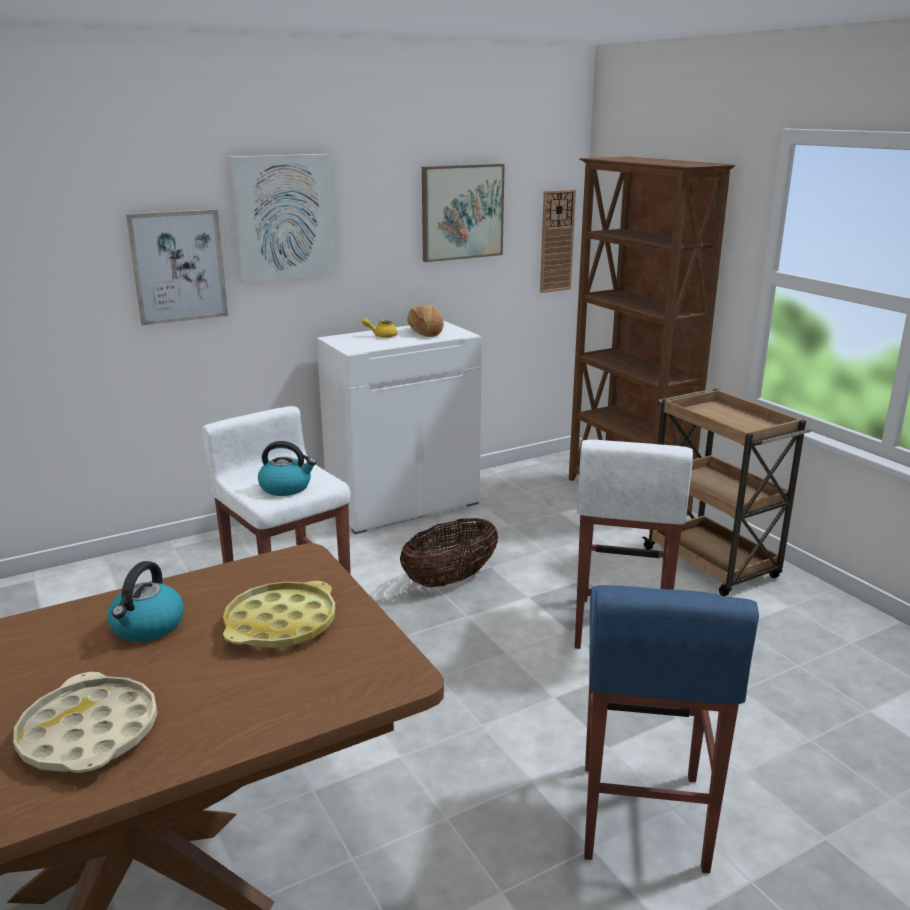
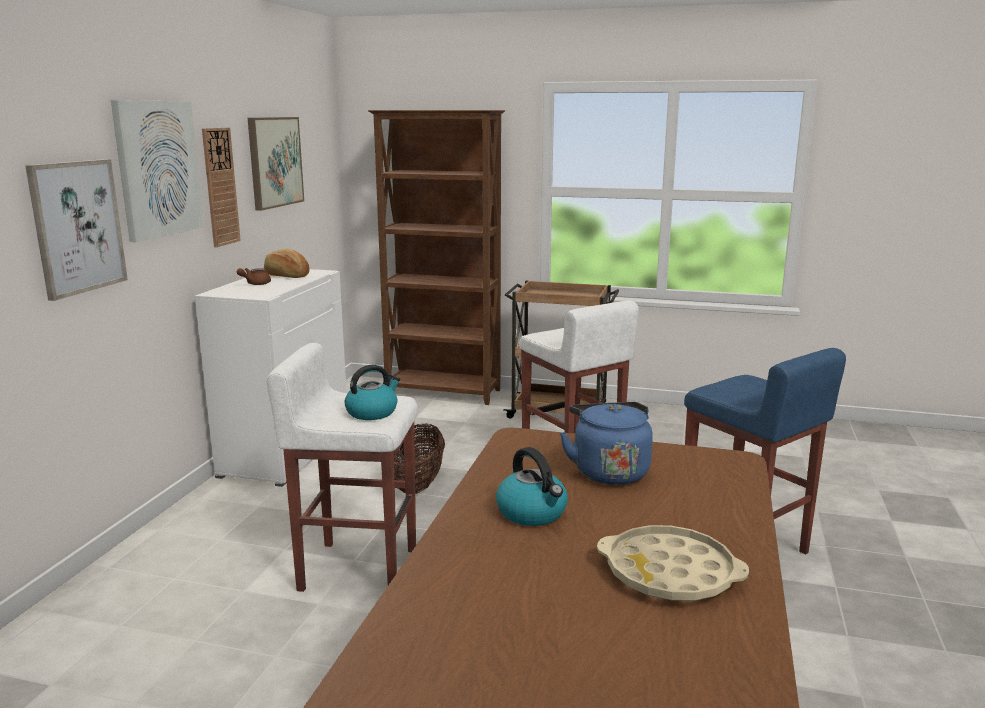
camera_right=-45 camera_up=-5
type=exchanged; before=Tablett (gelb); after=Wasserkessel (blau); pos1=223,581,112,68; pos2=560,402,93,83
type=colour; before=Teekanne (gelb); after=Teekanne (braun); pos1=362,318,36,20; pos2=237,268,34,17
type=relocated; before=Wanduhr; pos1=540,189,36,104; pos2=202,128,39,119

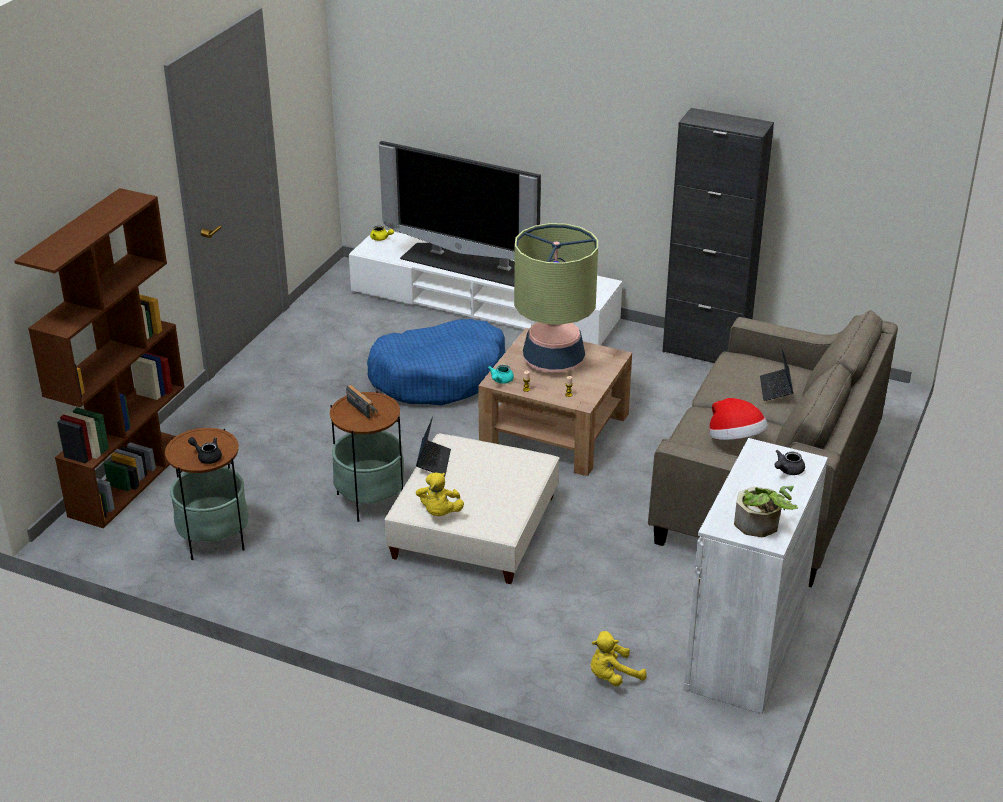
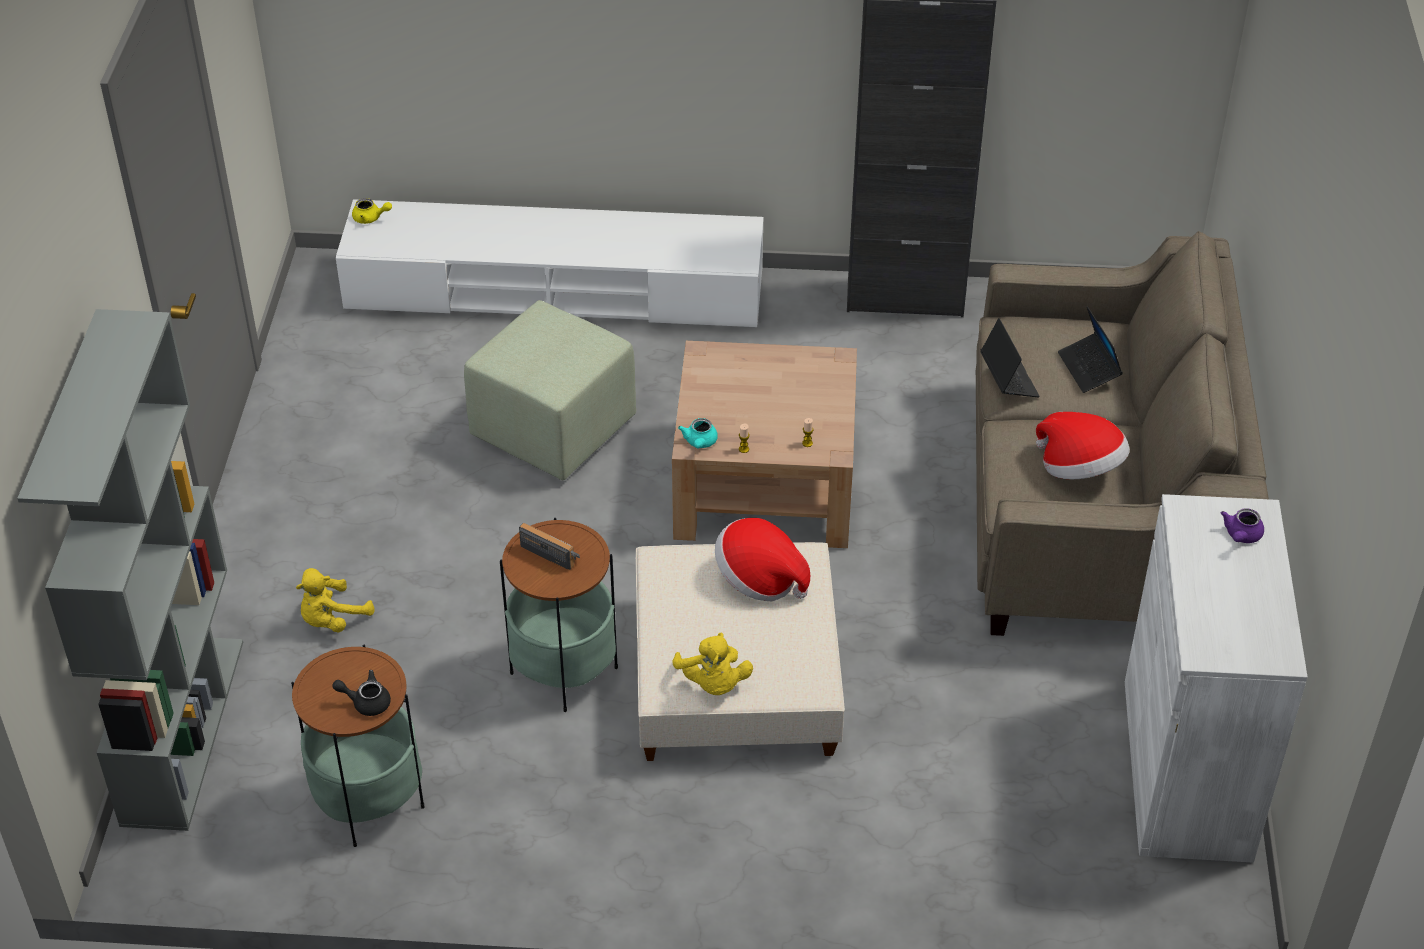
camera_right=-20 camera_up=10
type=colour; before=Bücherregal (braun); after=Bücherregal (grau); pos1=14,188,171,340; pos2=17,309,226,522
type=exchanged; before=Hundebett (blau); after=Polsterhocker (grün); pos1=367,319,138,86; pos2=464,300,172,180
type=missing; before=Fernseher; pos1=379,141,162,146
type=relocated; before=Laptop; pos1=416,417,35,58; pos2=980,318,60,79
type=missing; before=Tischlampe; pos1=514,223,84,150
type=relocated; before=Plüschtier (gelb); pos1=591,631,56,55; pos2=296,568,79,64
type=missing; before=Topfpflanze; pos1=734,486,64,51
type=colour; before=Teekanne (grau); after=Teekanne (lila); pos1=775,450,30,25; pos2=1221,508,43,35
type=appeared; after=Hut; pos2=715,518,95,84

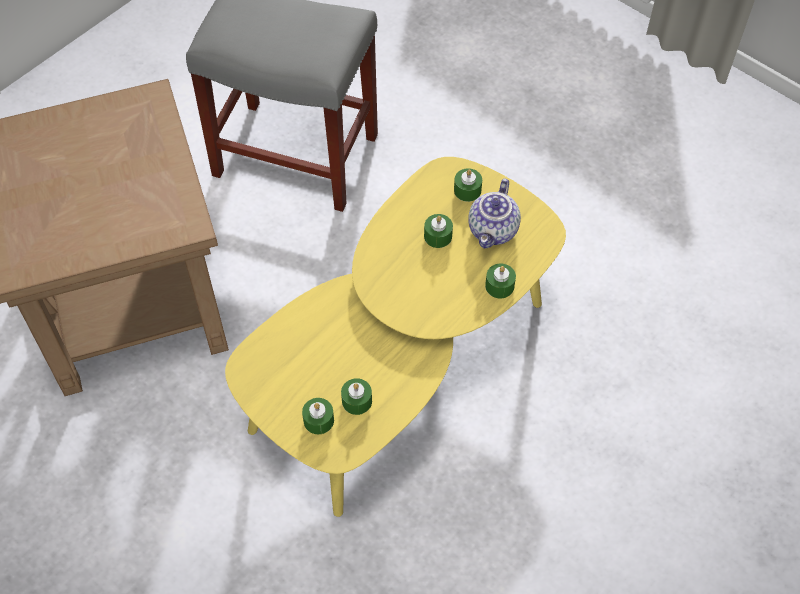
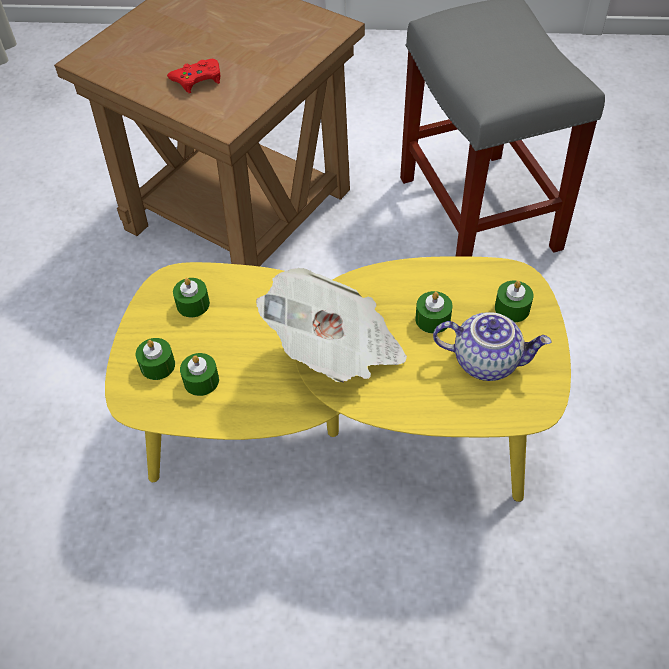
camera_right=55 camera_up=-5
type=spun; before=Teekanne; pos1=468,179,53,69; pos2=433,312,118,69; turn=-150
type=relocated; before=Kerze (grün); pos1=485,263,31,36; pos2=173,278,37,39
type=appeared; after=Gamepad (rot); pos2=167,59,53,34
type=appeared; after=Zeitung; pos2=256,268,151,115

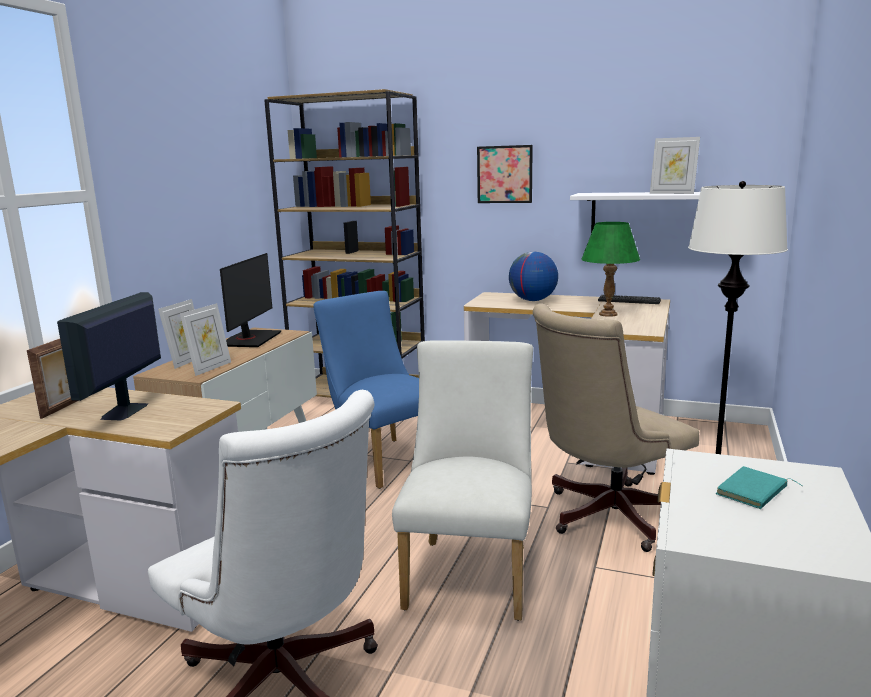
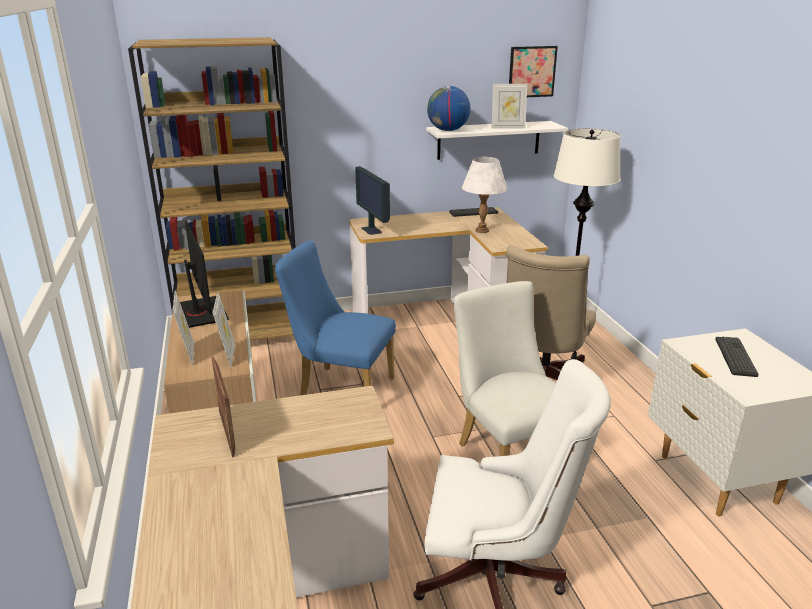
camera_right=-35 camera_up=10
type=relocated; before=Monitor; pos1=57,292,104,128; pos2=355,166,35,69
type=relocated; before=Bild; pos1=477,145,56,58; pos2=509,46,49,51
type=relocated; before=Globus; pos1=509,252,49,49; pos2=427,86,43,45
type=colour; before=Tischlampe (grün); after=Tischlampe (weiß); pos1=581,222,59,95; pos2=462,157,45,76
type=exchanged; before=Buch (türkis); after=Tastatur; pos1=716,466,86,43; pos2=715,336,44,41

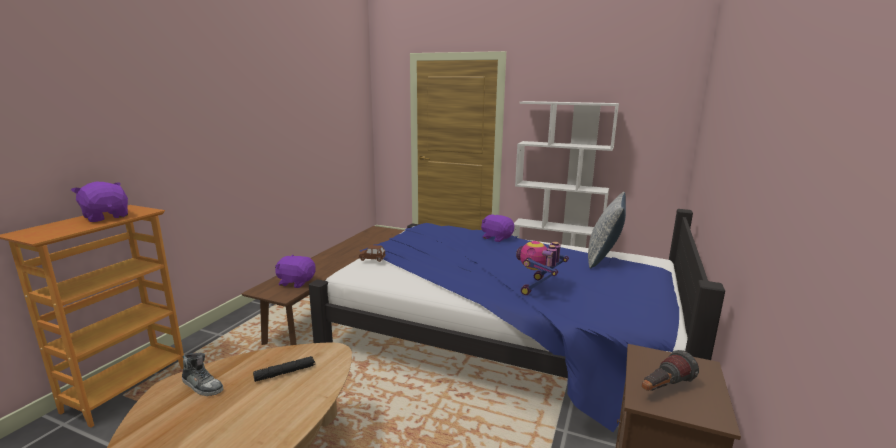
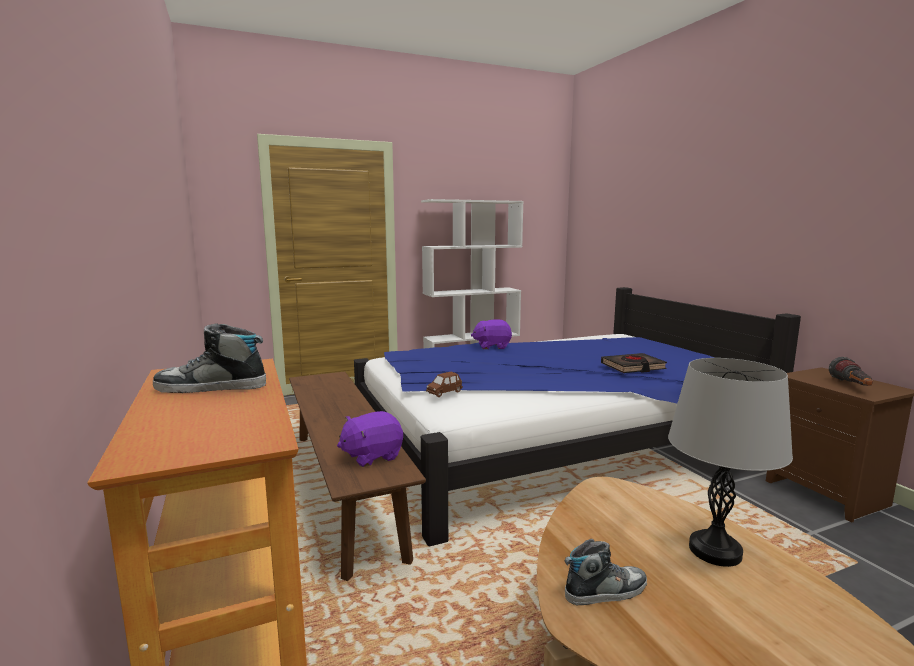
camera_right=-45 camera_up=-5
type=exchanged; before=Plüschtier (lila); after=Schuh; pos1=71,182,57,40; pos2=153,323,113,70
type=missing; before=Taschenlampe (schwarz); pos1=253,356,62,26
type=exchanged; before=Spielzeugroboter; after=Buch (schwarz); pos1=516,241,53,54; pos2=601,353,66,20
type=missing; before=Kissen; pos1=588,192,38,76
type=appeared; after=Tischlampe (grau); pos2=668,358,125,209

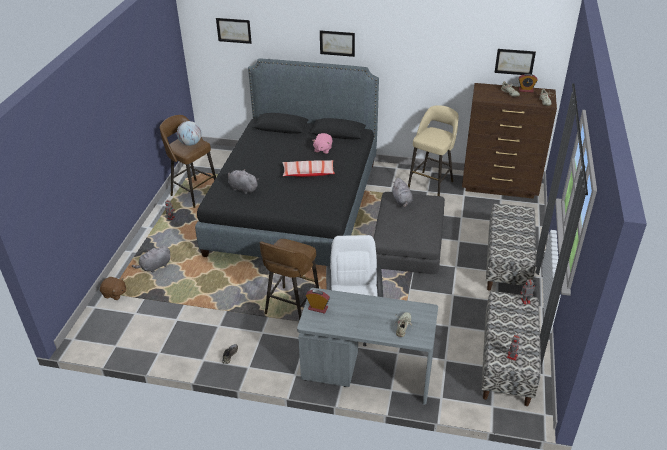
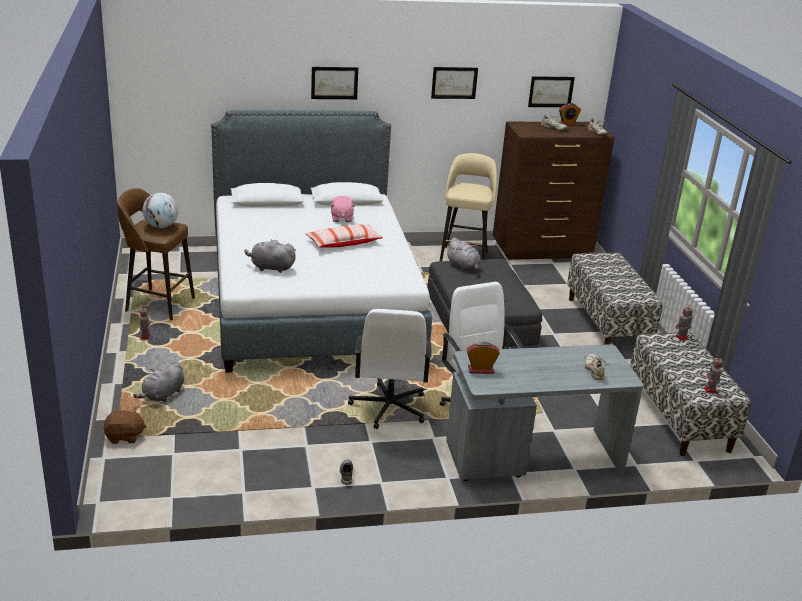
camera_right=-25 camera_up=-10
type=colour; before=Bett (schwarz); after=Bett (weiß); pos1=195,59,184,207; pos2=211,110,221,263
type=relocated; before=Bild; pos1=216,18,36,26; pos2=431,67,47,32
type=exchanged; before=Hocker (braun); after=Bürostuhl (weiß); pos1=260,239,59,81; pos2=348,309,84,120

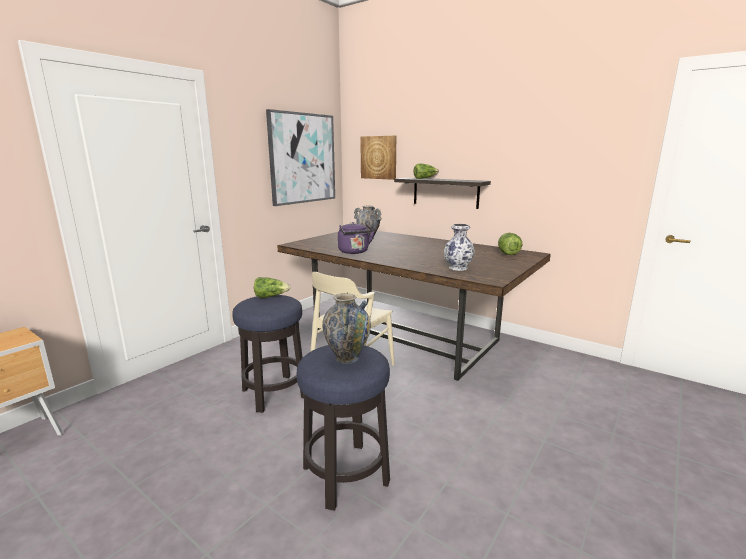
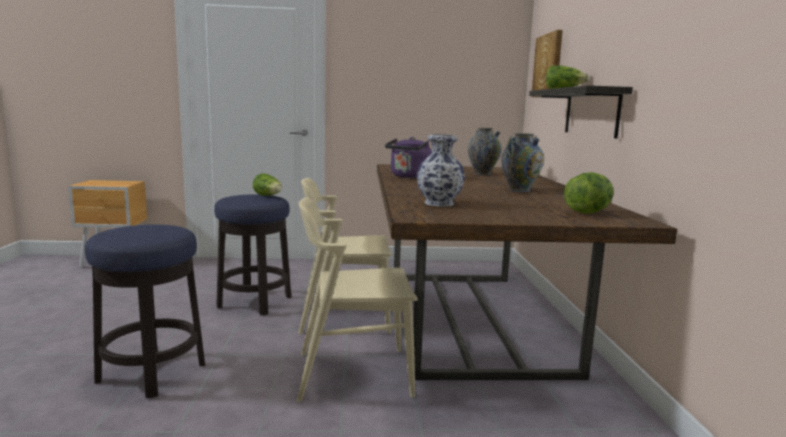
camera_right=50 camera_up=-5
type=missing; before=Bild; pos1=266,109,69,97
type=relocated; before=Vase; pos1=322,292,49,72; pos2=501,133,43,59
type=appeared; after=Stuhl (beige); pos2=297,198,120,204

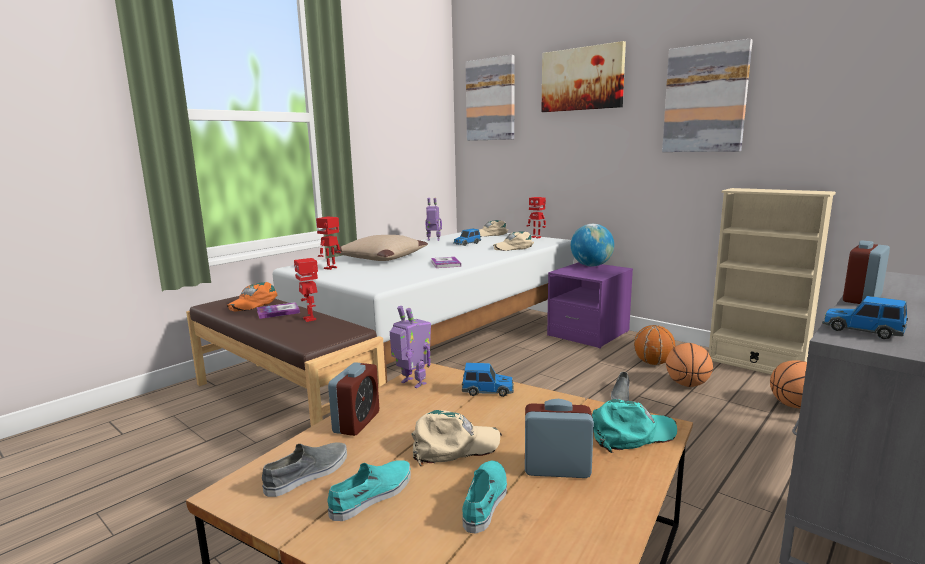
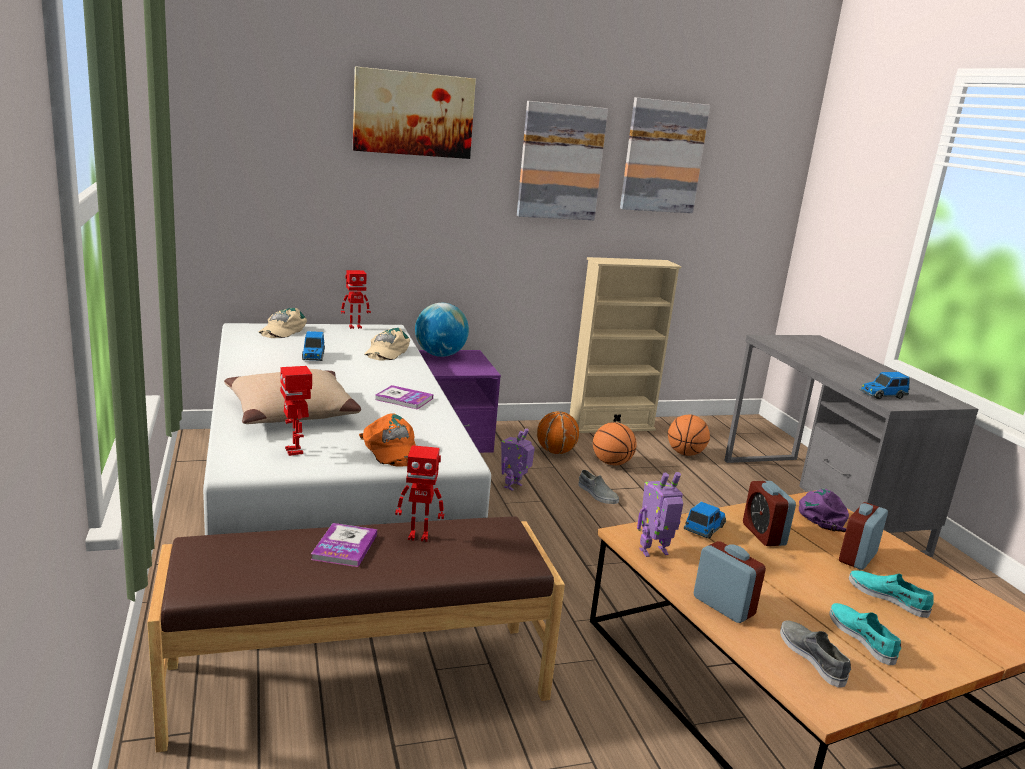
camera_right=-60 camera_up=5
type=relocated; before=Kappe (orange); pos1=227,282,50,29; pos2=359,413,57,54
type=missing; before=Kappe (beige); pos1=411,410,91,56
type=relocated; before=Spielzeugroboter; pos1=425,198,17,43; pos2=501,428,34,63
type=relocated; before=Bild; pos1=466,55,49,86; pos2=620,97,90,116
type=colour; before=Kappe (türkis); after=Kappe (lila); pos1=592,399,85,54; pos2=799,489,50,43
type=relocated; before=Wecker; pos1=843,240,47,64; pos2=743,481,53,65

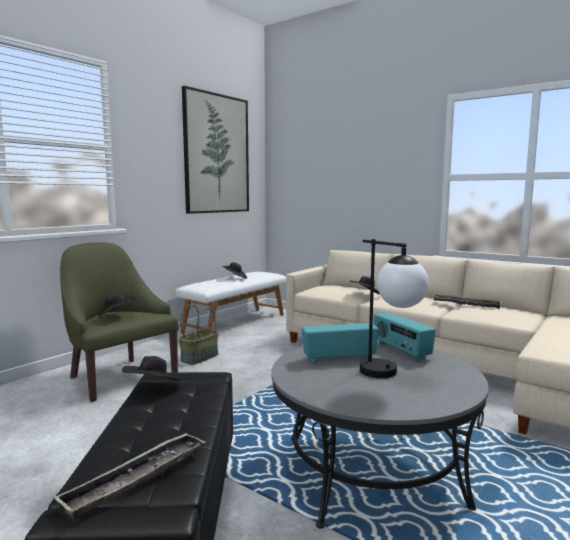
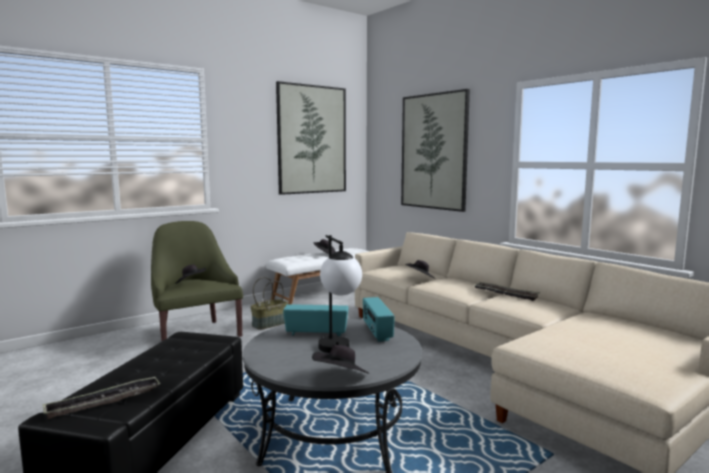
camera_right=15 camera_up=0
type=relocated; before=Hut (schwarz); pos1=122,356,60,25; pos2=312,345,58,29
type=appeared; after=Bild; pos2=401,89,69,123

